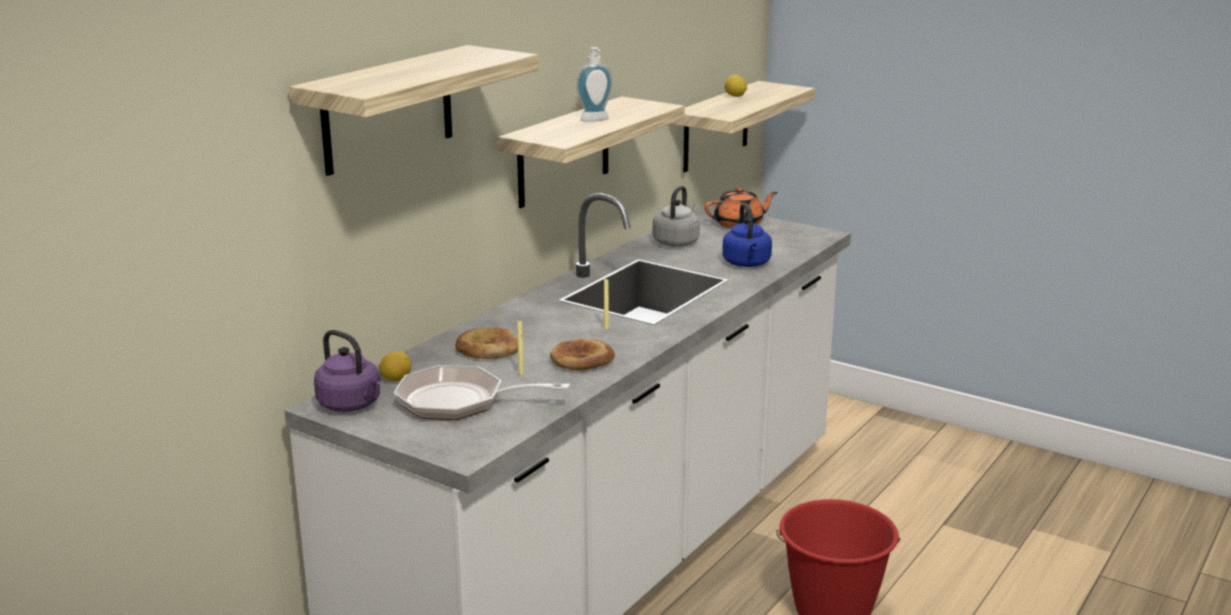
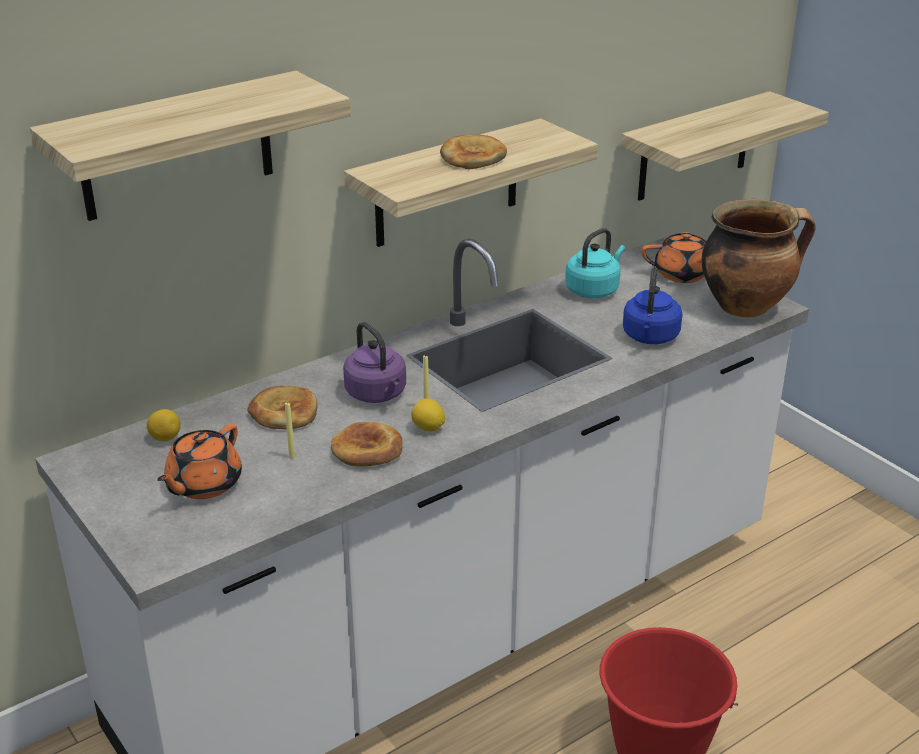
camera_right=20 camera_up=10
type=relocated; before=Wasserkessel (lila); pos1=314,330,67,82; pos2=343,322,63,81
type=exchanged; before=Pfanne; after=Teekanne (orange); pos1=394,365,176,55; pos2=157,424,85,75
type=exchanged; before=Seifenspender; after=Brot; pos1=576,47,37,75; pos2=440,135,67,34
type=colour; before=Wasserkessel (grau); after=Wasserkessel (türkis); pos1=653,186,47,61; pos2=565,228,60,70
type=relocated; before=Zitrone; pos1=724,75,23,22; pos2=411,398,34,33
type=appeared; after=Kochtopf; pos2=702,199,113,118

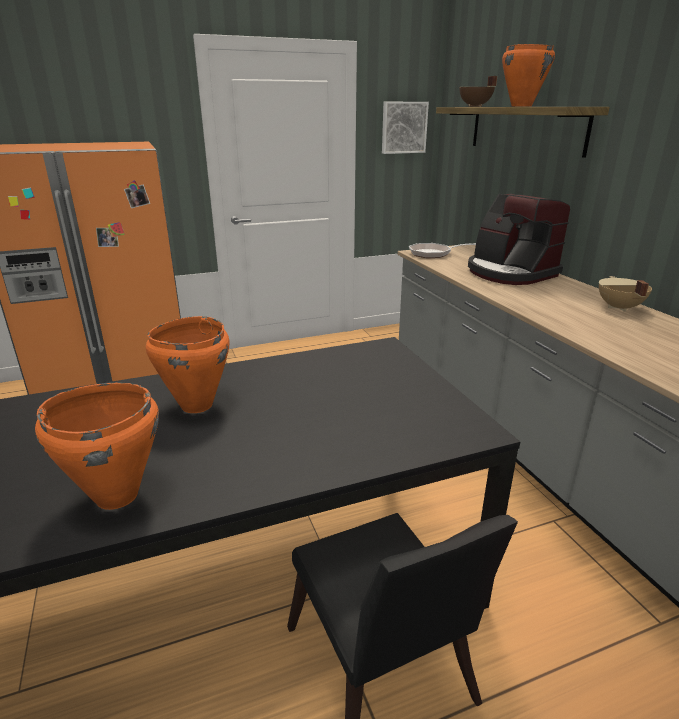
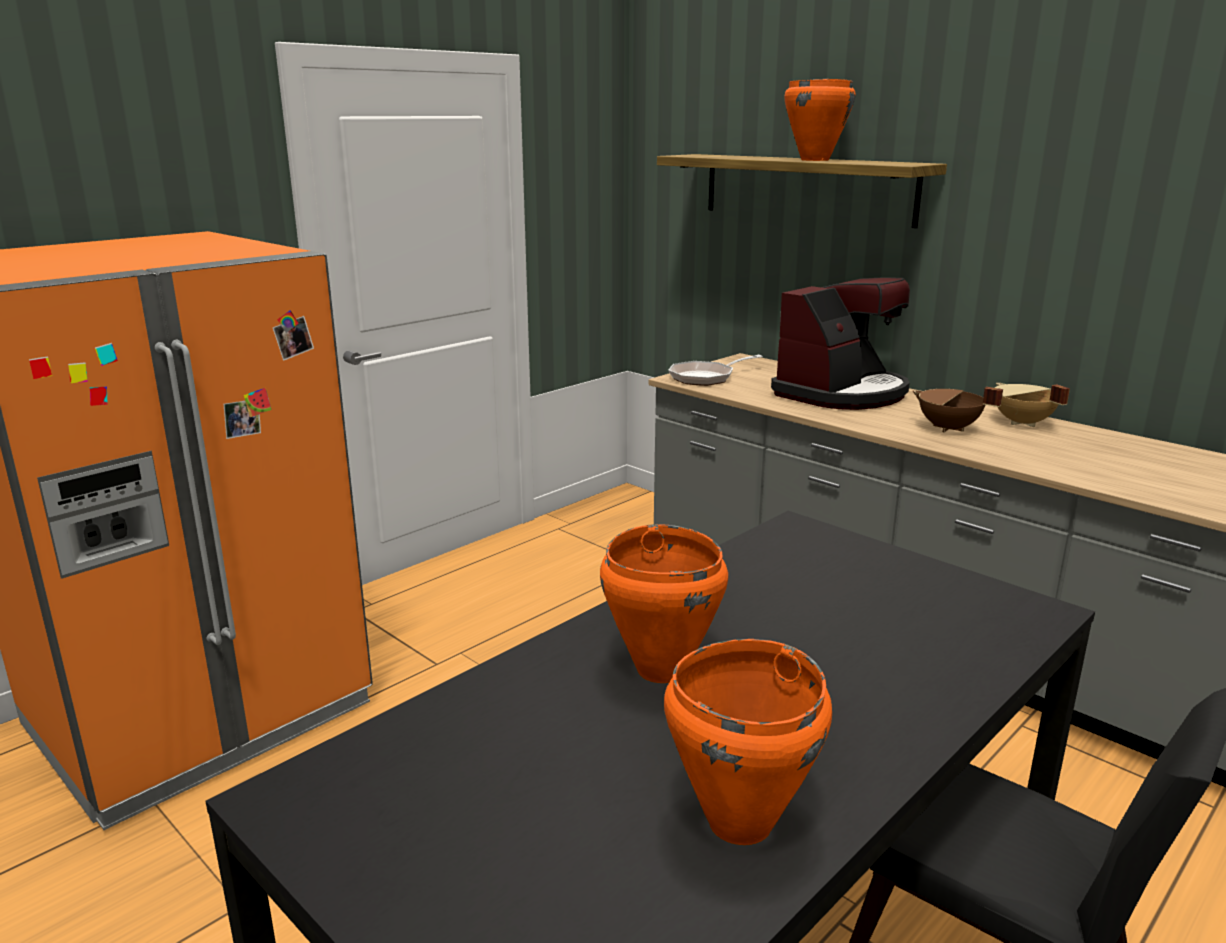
camera_right=-25 camera_up=-5
type=missing; before=Bild; pos1=382,102,47,52
type=relocated; before=Kochtopf (braun); pos1=459,76,38,31; pos2=913,387,90,45
type=spun; before=Kaffeemaschine; pos1=468,194,102,91; pos2=771,277,139,133; turn=-75

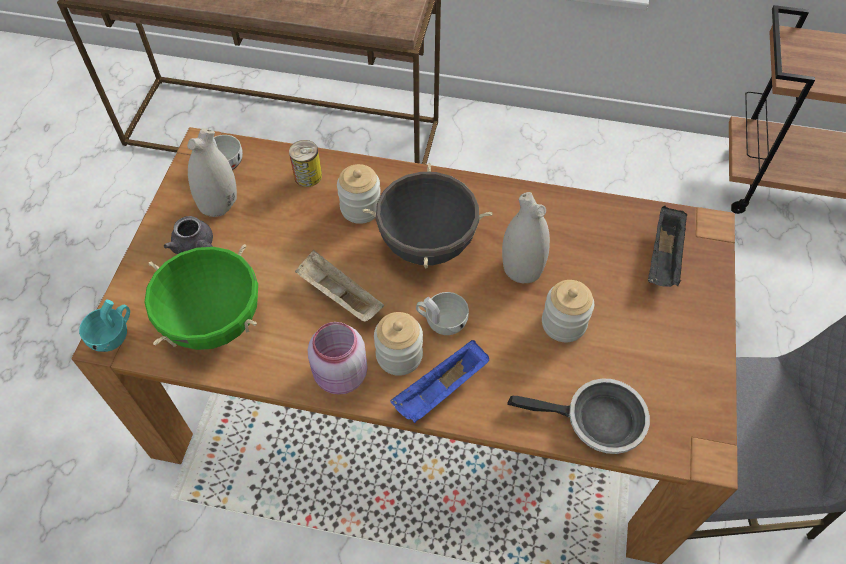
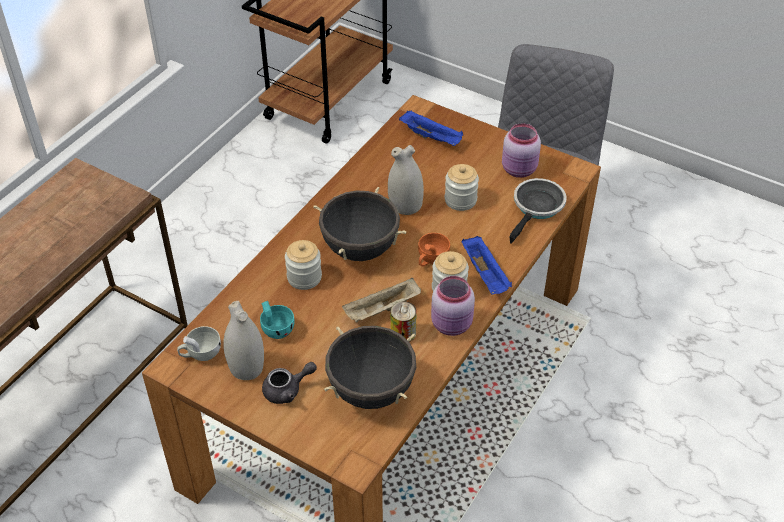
camera_right=-70 camera_up=-10
type=relocated; before=Tasse (türkis); pos1=79,300,51,52; pos2=260,301,35,38
type=colour; before=Kochtopf (grün); after=Kochtopf (schwarz); pos1=144,244,114,106; pos2=324,326,92,83
type=relocated; before=Dose; pos1=289,140,33,47; pos2=391,301,26,41
type=colour; before=Tasse (weiß); after=Tasse (orange); pos1=416,292,53,43; pos2=418,233,32,34
type=colour; before=Tablett (schwarz); after=Tablett (blau); pos1=648,206,40,81; pos2=399,110,64,36
type=appeared; after=Vorratsglas (rosa); pos2=502,123,39,55

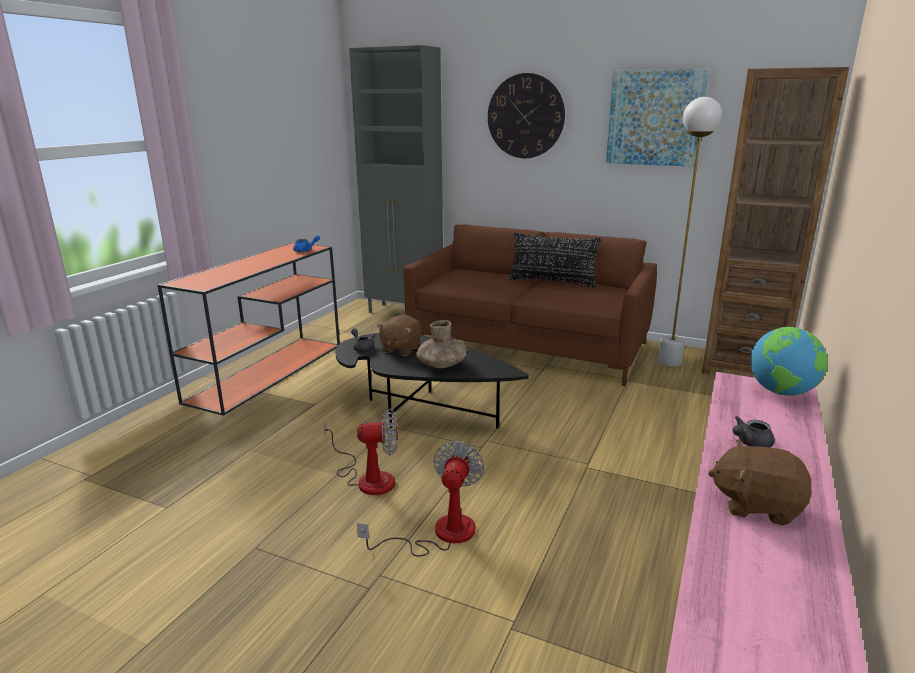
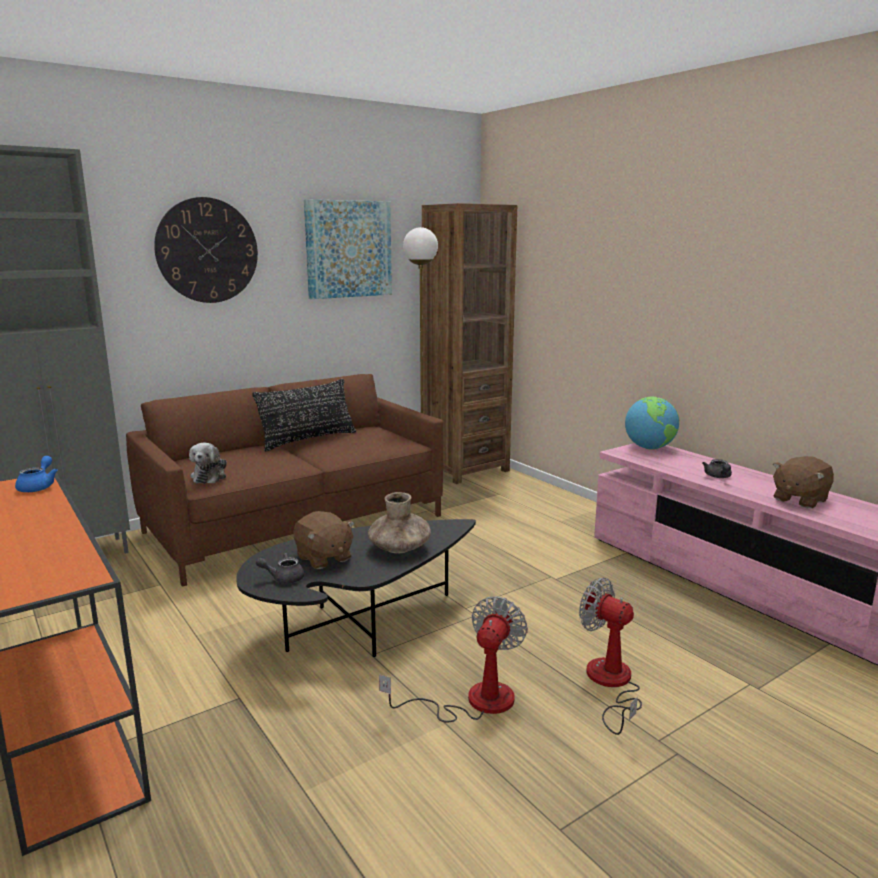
camera_right=-60 camera_up=-5
type=appeared; after=Plüschtier; pos2=189,443,38,41

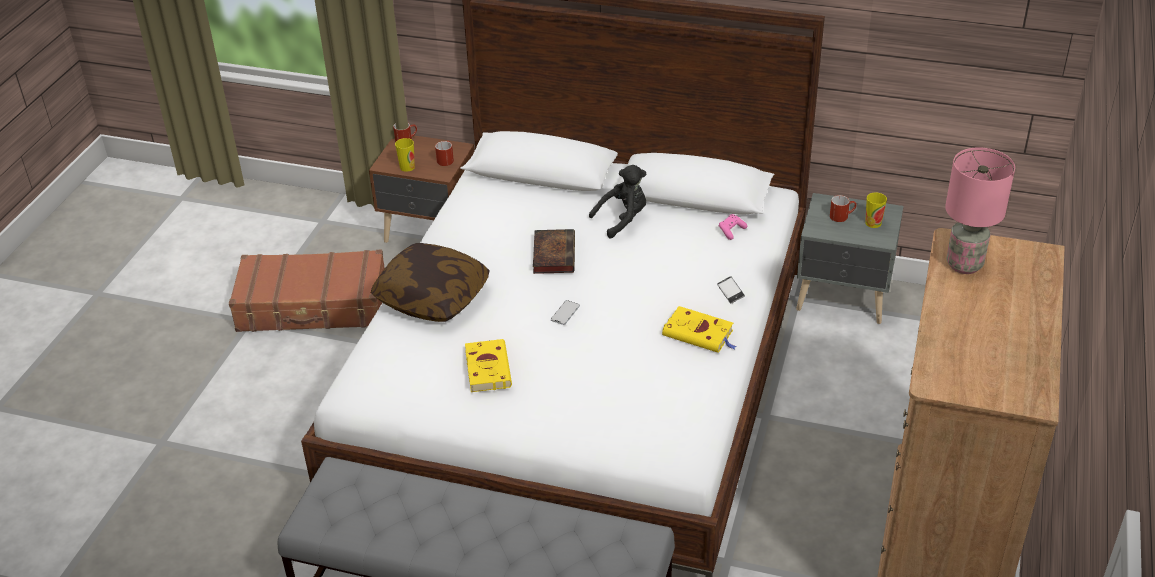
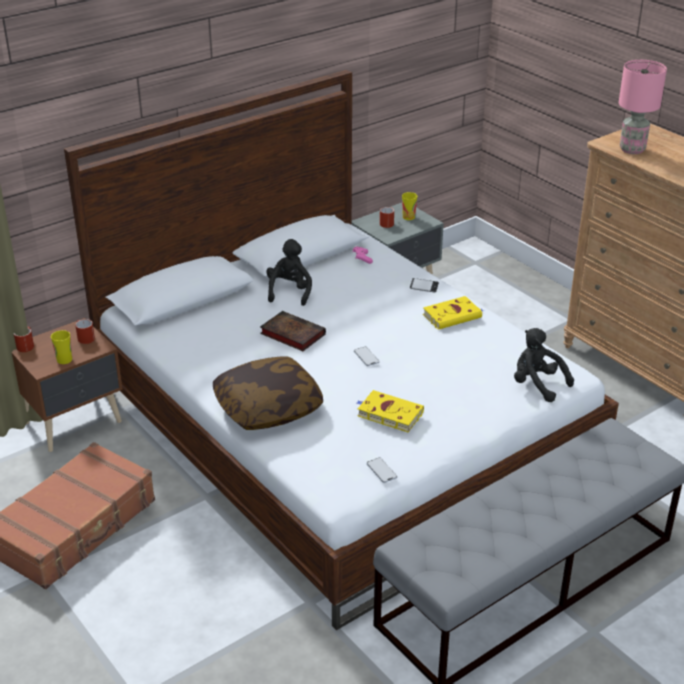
camera_right=-55 camera_up=-5
type=appeared; after=Handy; pos2=367,458,30,25
type=appeared; after=Plüschtier (schwarz); pos2=514,328,60,74

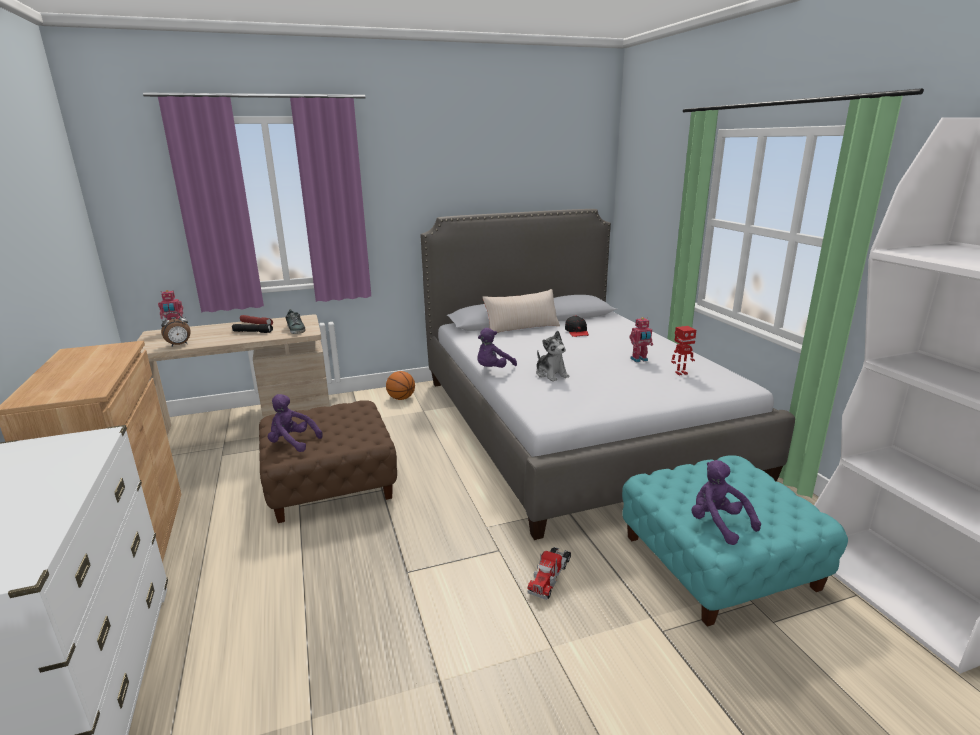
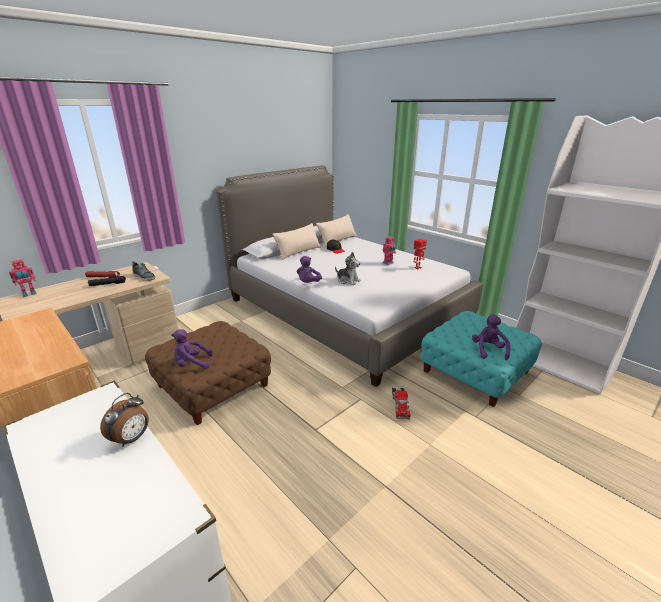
camera_right=-25 camera_up=5
type=relocated; before=Wecker; pos1=161,312,30,35; pos2=100,393,49,54
type=missing; before=Basketball; pos1=386,371,29,29
type=spun; before=Plüschtier (lila); pos1=691,460,70,85; pos2=472,314,38,46; turn=60
type=appeared; after=Kissen (beige); pos2=316,214,41,33

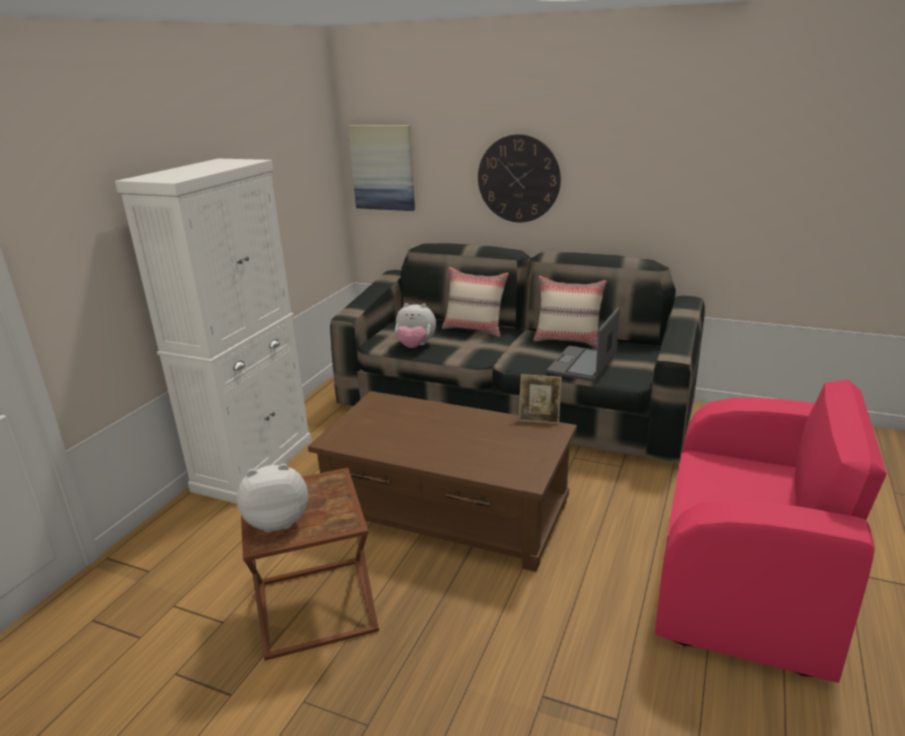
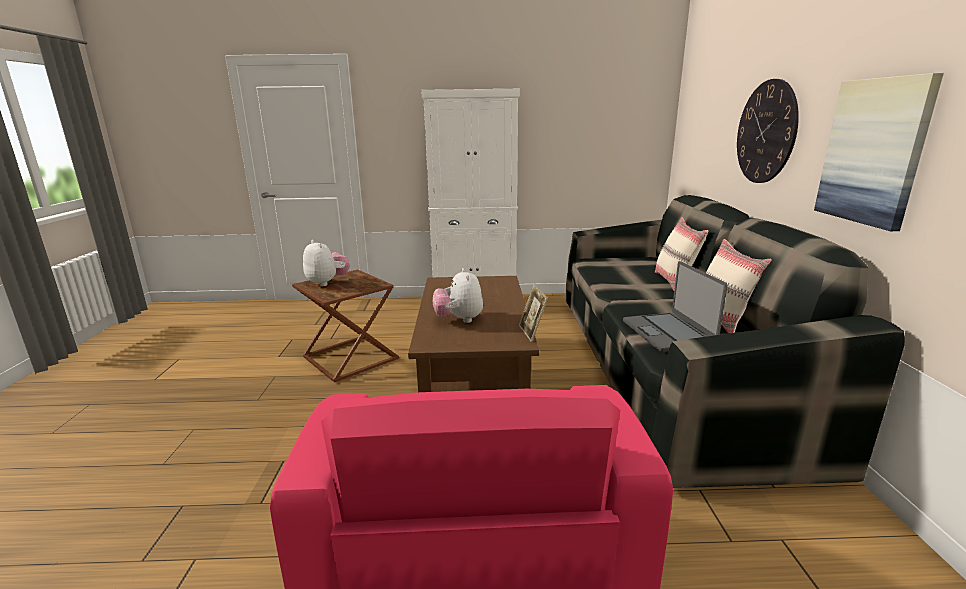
camera_right=65 camera_up=-5
type=relocated; before=Bild; pos1=348,125,67,86; pos2=814,73,130,158
type=relocated; before=Plüschtier; pos1=395,303,41,45; pos2=433,268,50,55
type=spun; before=Laptop; pos1=547,307,73,75; pos2=623,261,105,91; turn=-105

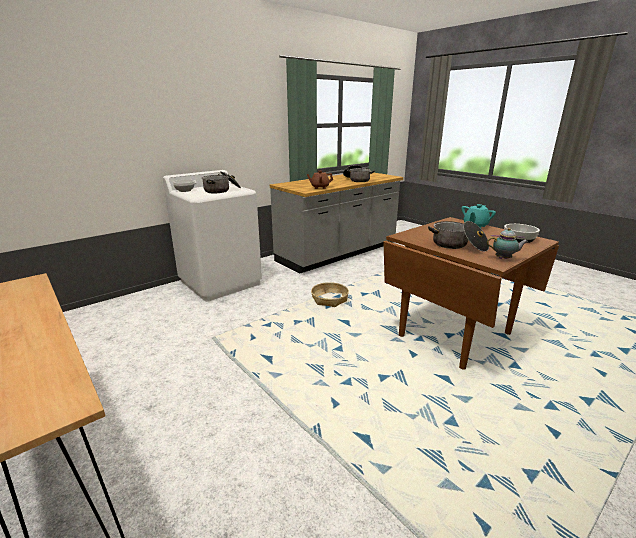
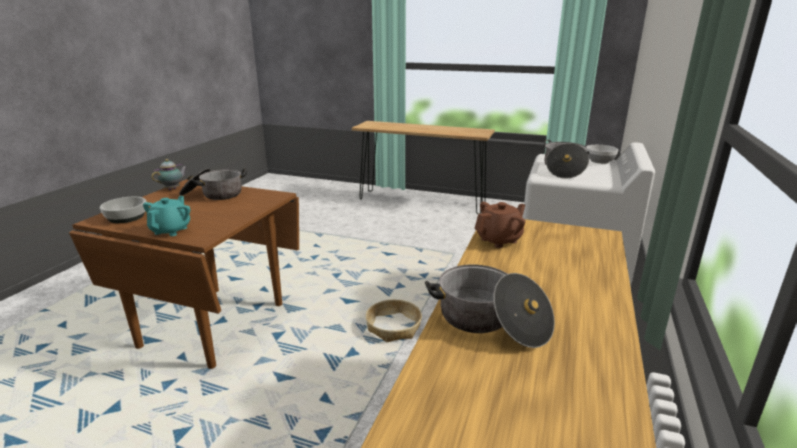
camera_right=150 camera_up=0
type=spun; before=Teekanne; pos1=487,228,41,31; pos2=151,159,36,31; turn=150

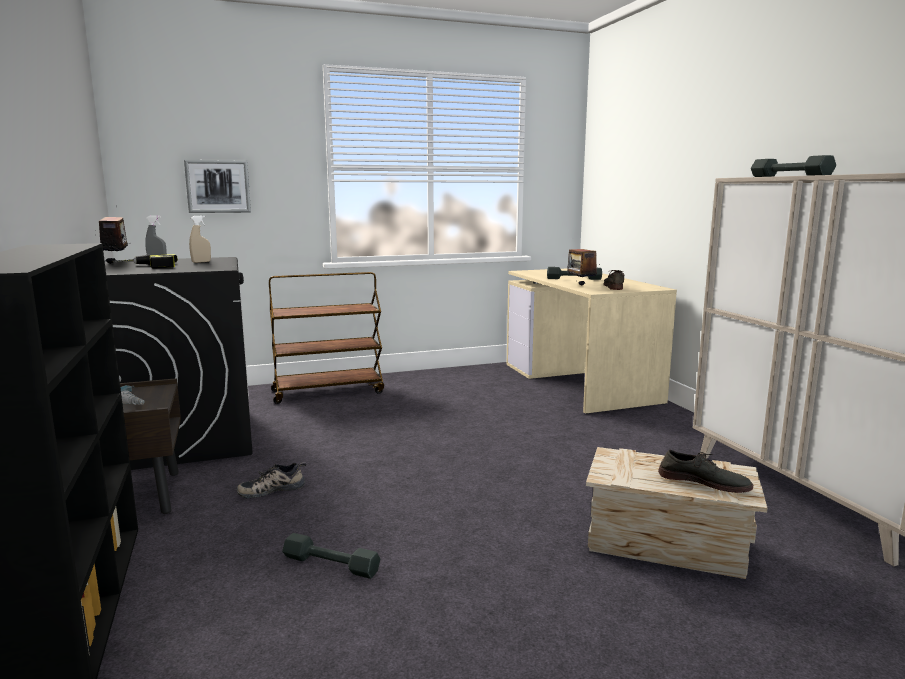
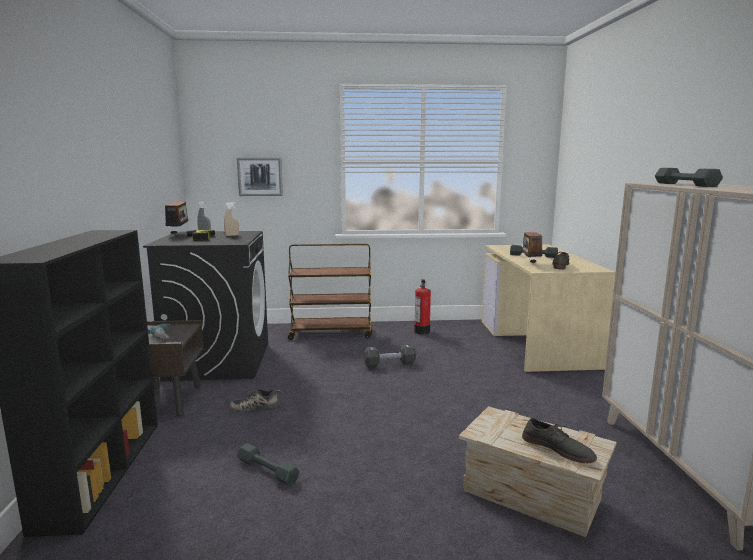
camera_right=15 camera_up=0
type=appeared; after=Hantel (schwarz); pos2=364,344,52,24
type=appeared; after=Feuerlöscher; pos2=414,279,17,56

